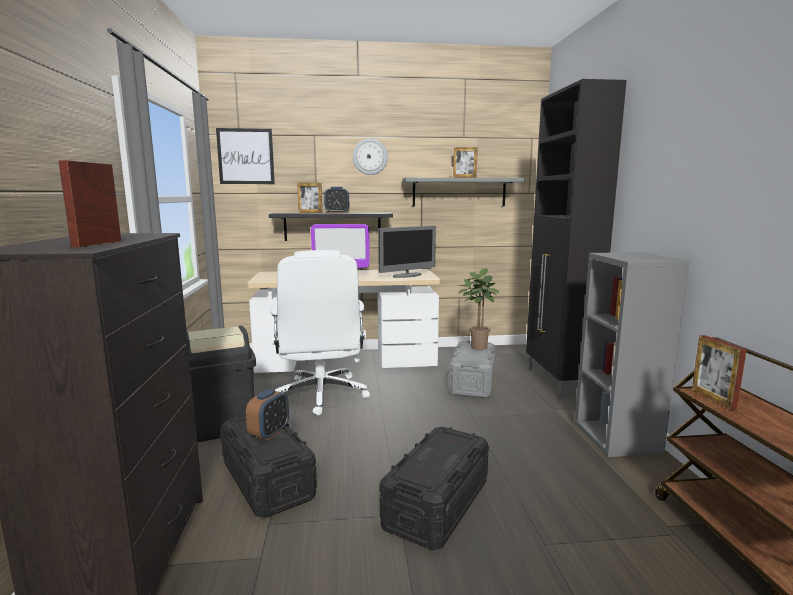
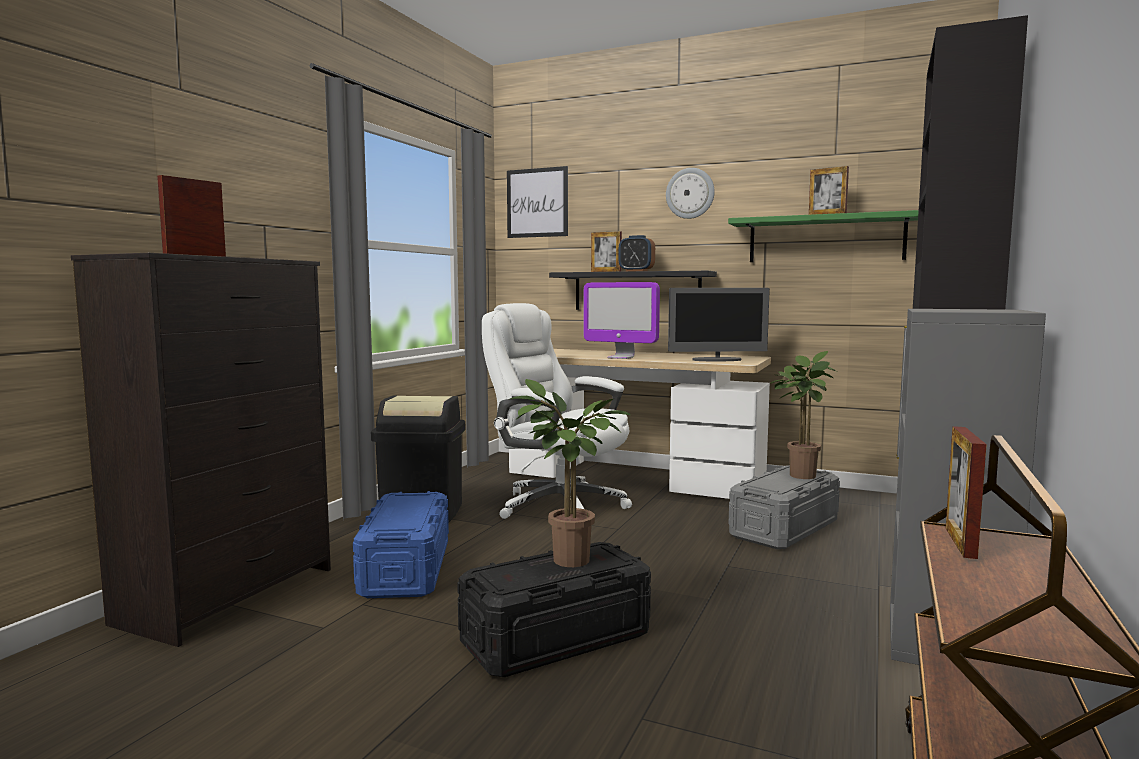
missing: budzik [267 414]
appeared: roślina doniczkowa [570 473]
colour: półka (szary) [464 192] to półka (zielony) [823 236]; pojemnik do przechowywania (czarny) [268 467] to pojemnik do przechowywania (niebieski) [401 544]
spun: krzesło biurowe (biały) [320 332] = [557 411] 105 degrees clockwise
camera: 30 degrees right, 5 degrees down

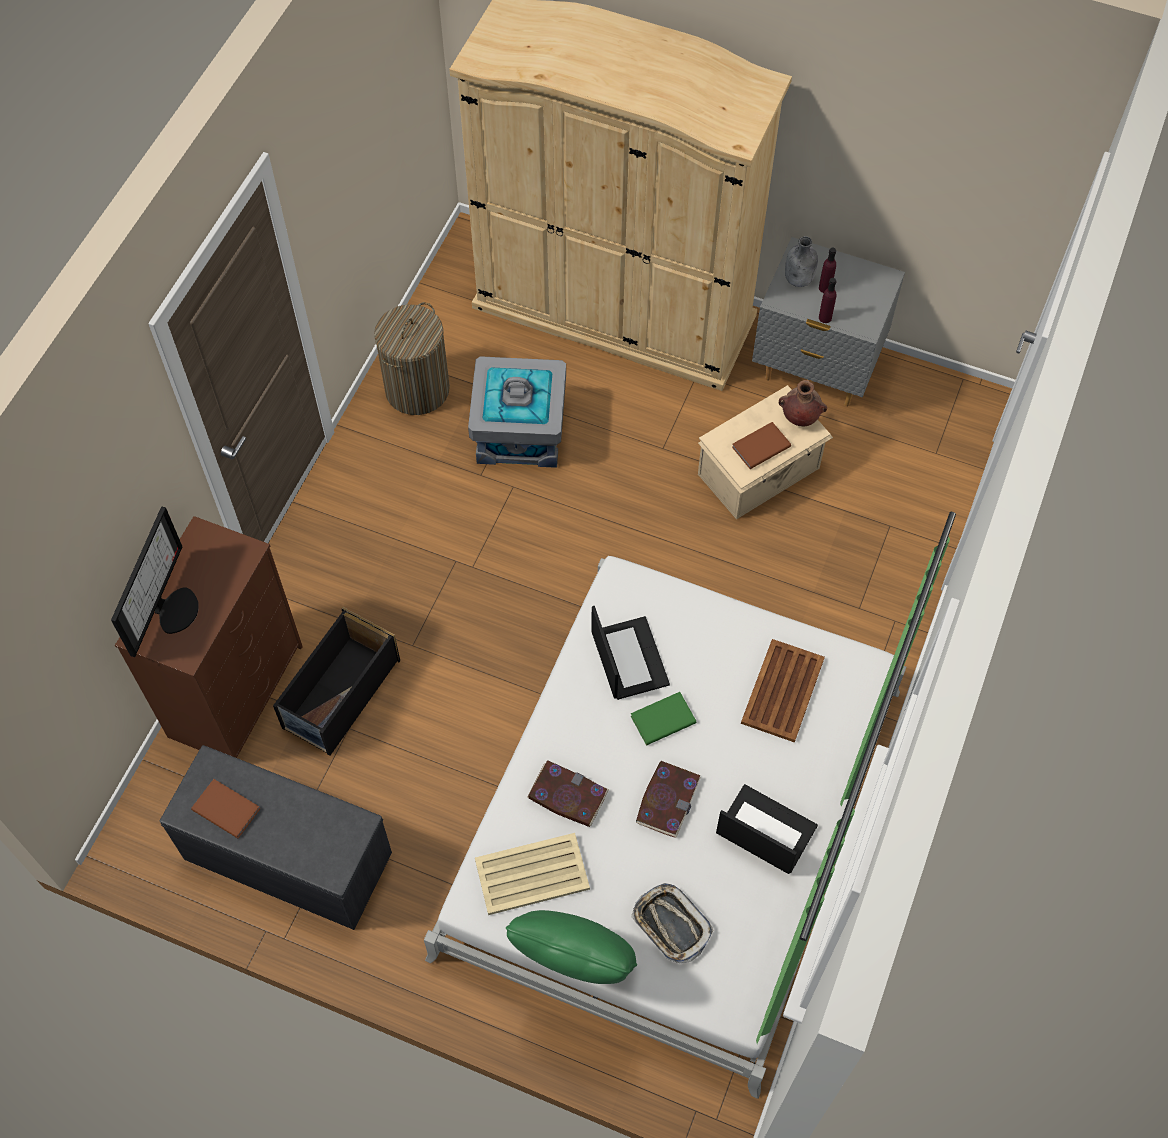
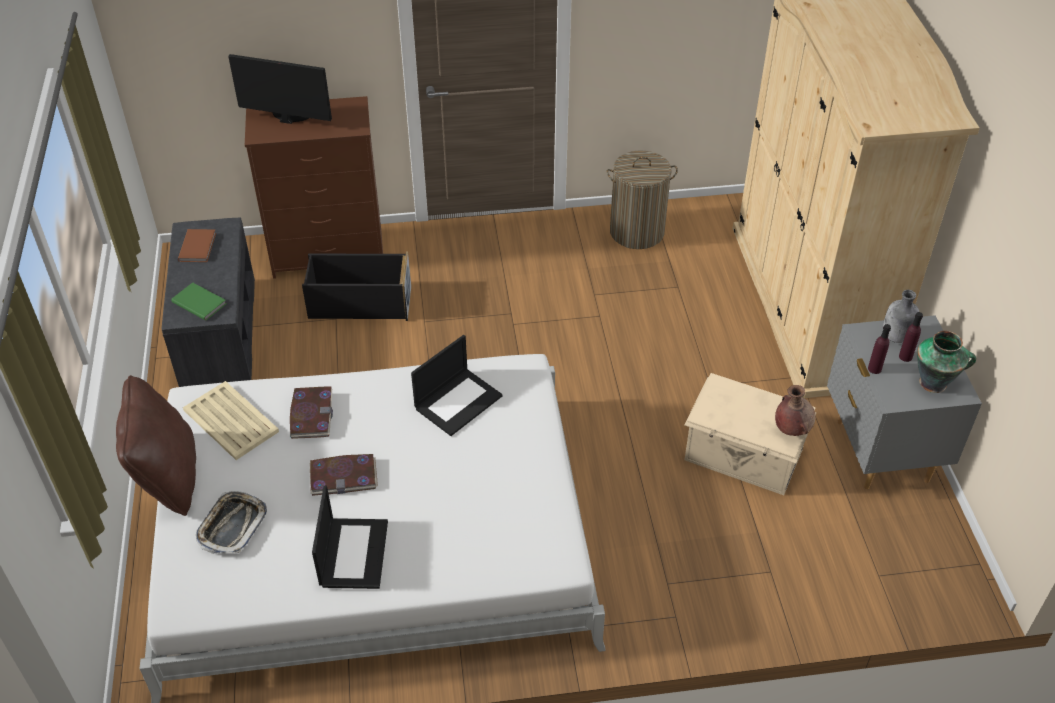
missing: pojemnik do przechowywania (szary) [517 412]; książka (brązowy) [761 445]; taca (brązowy) [783 691]
appeared: wazon [946 362]
relocated: książka (zielony) [663 718] to [198 301]
colour: poduszka (zielony) [571 947] to poduszka (brązowy) [156 445]
spun: monitor [155 582] = [280 89] 150 degrees counterclockwise
camera: 60 degrees right, 15 degrees down

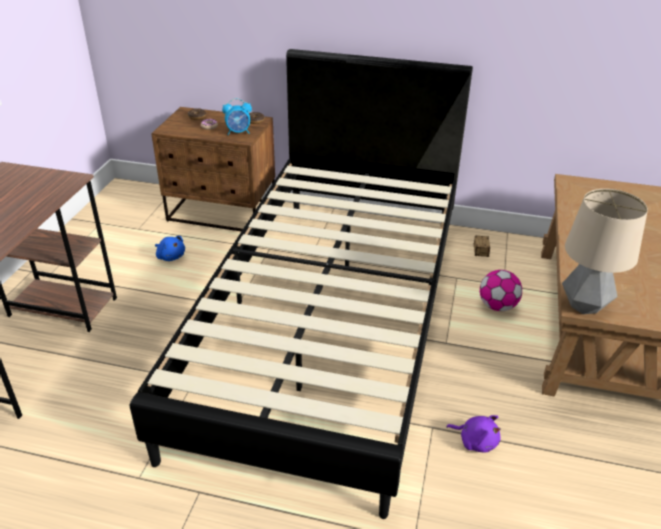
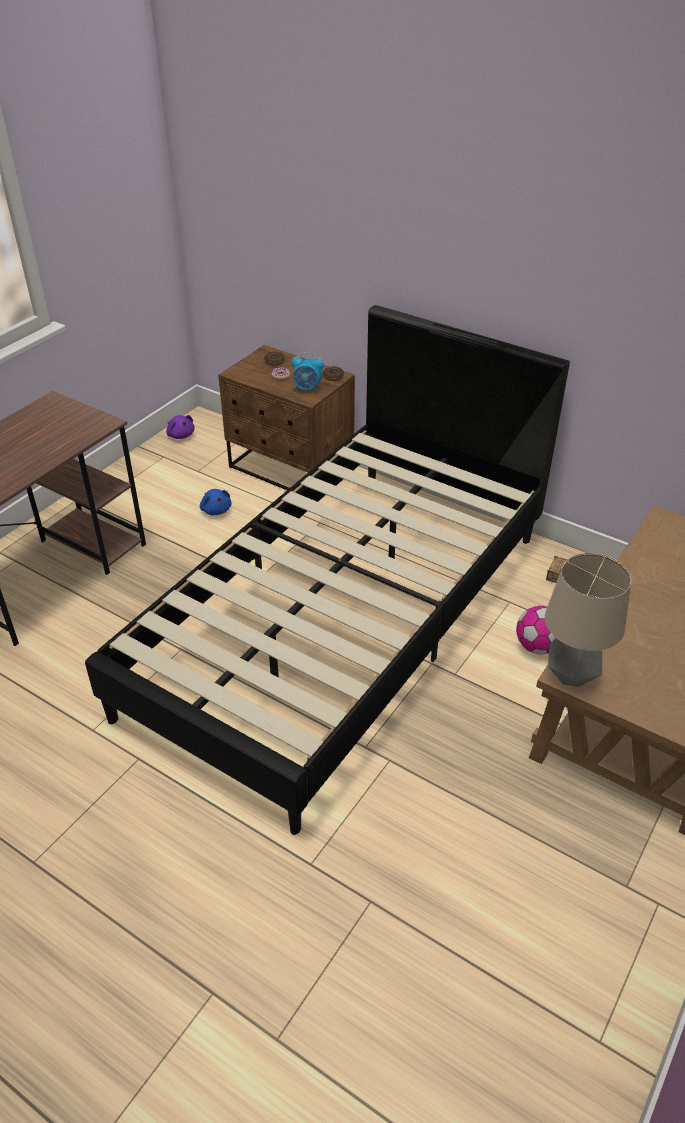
relocated: pluszak (fioletowy) [473 433] to [180 427]
camera: 20 degrees right, 5 degrees up

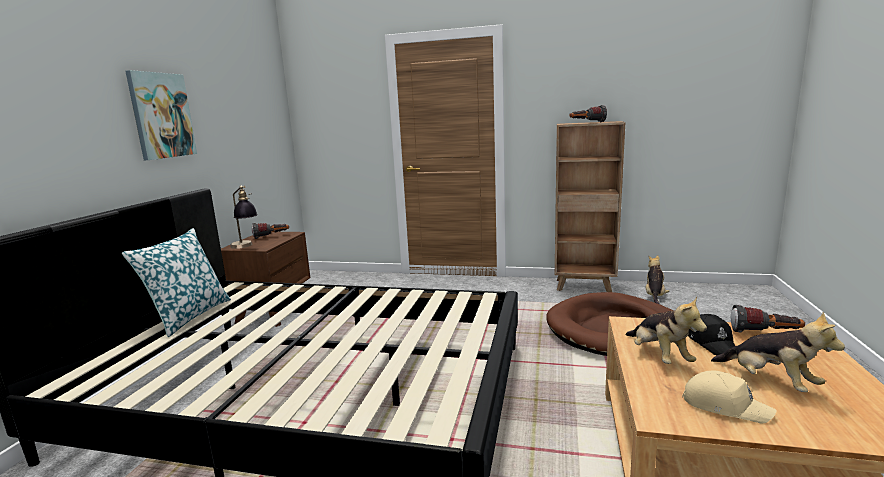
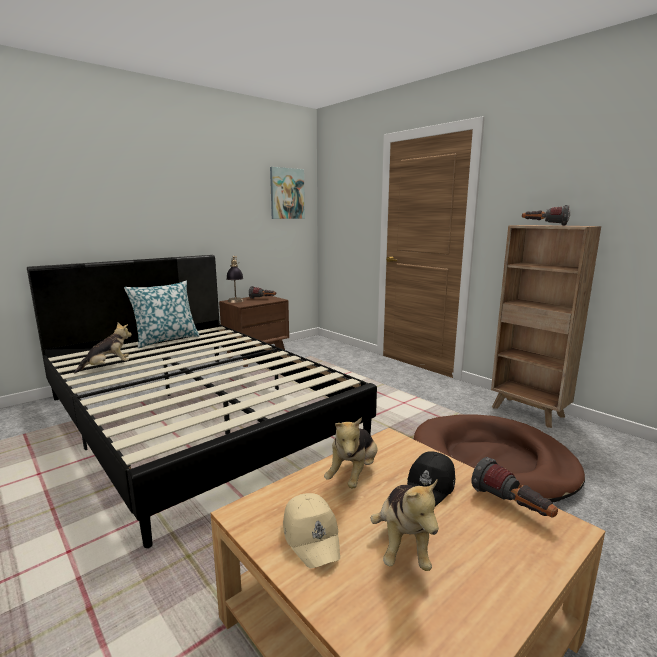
relocated: obraz [161 115] to [287 193]; pluszak [657 279] to [103 348]
camera: 35 degrees right, 0 degrees up

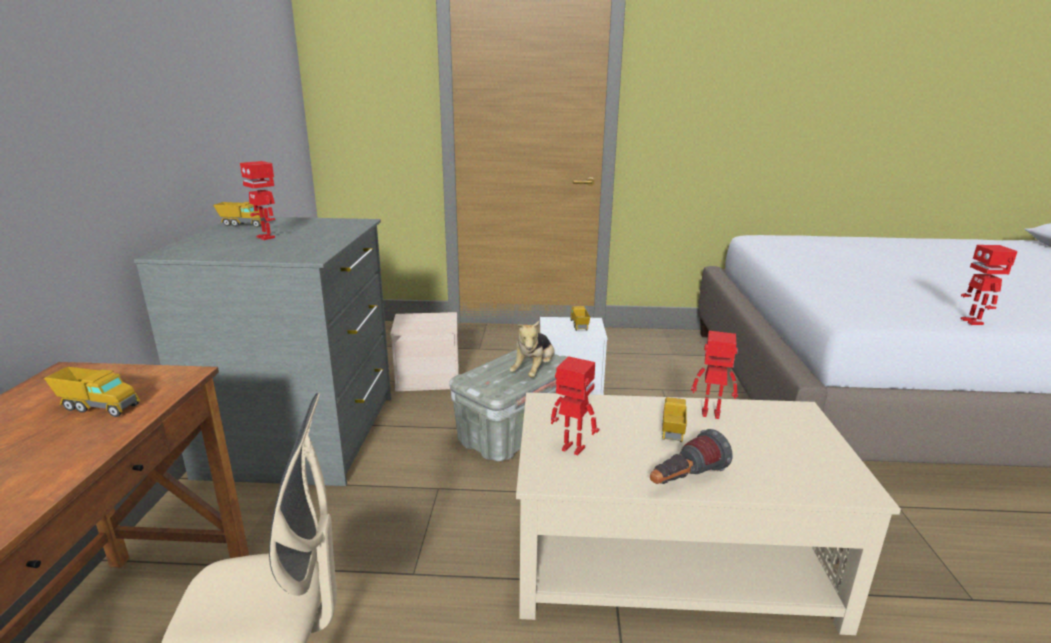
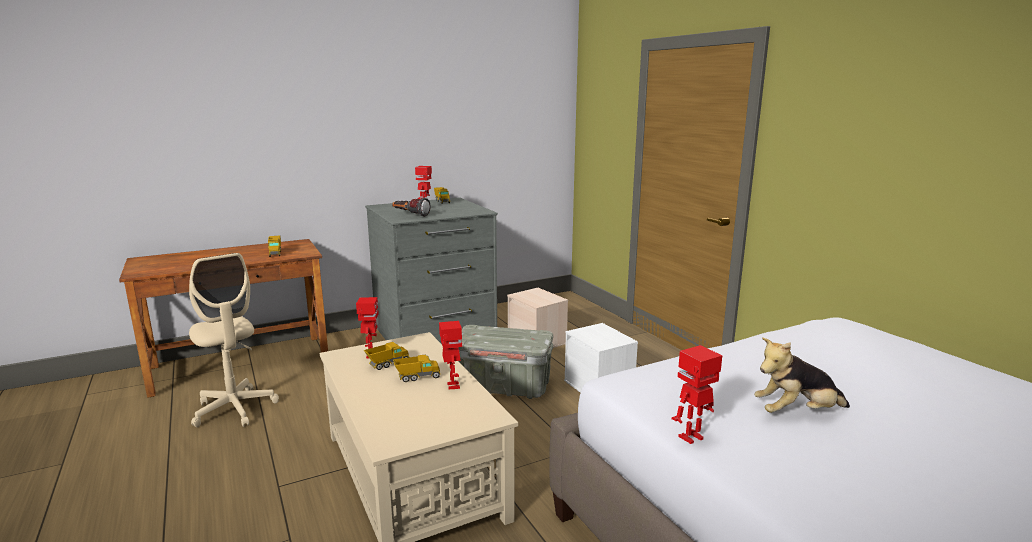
relocated: ciężarówka zabawkowa [580 318] to [386 356]; pluszak [532 349] to [802 375]; latarka [691 456] to [411 207]
camera: 60 degrees right, 5 degrees down

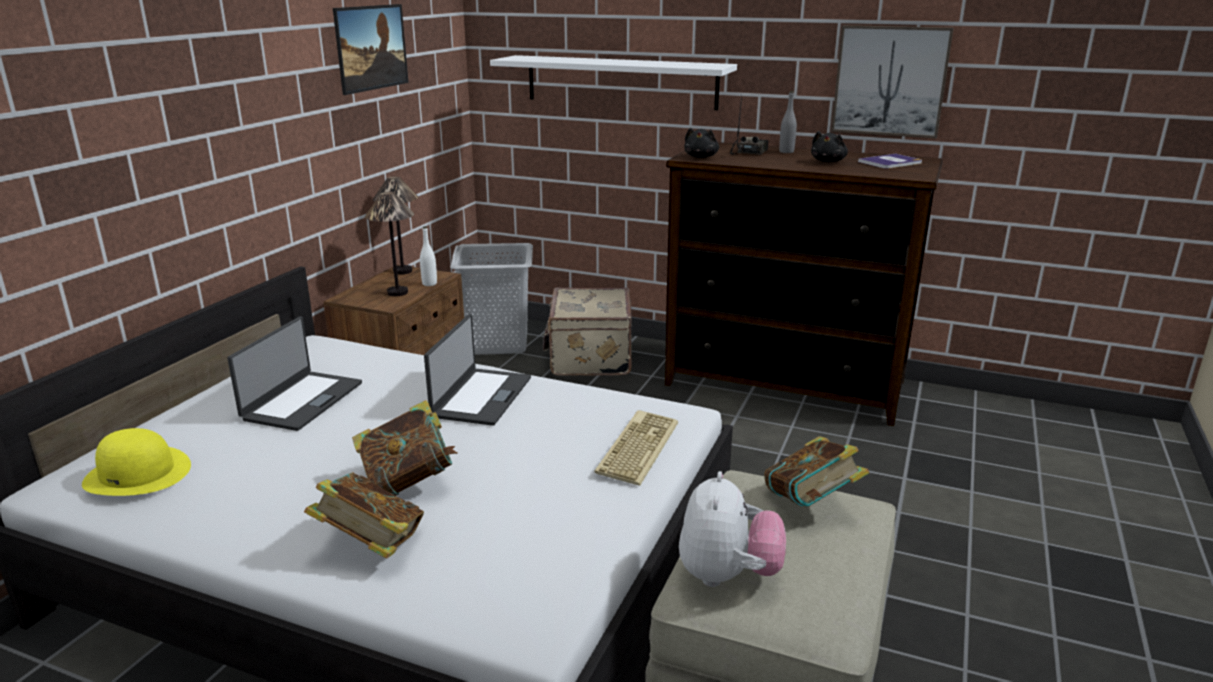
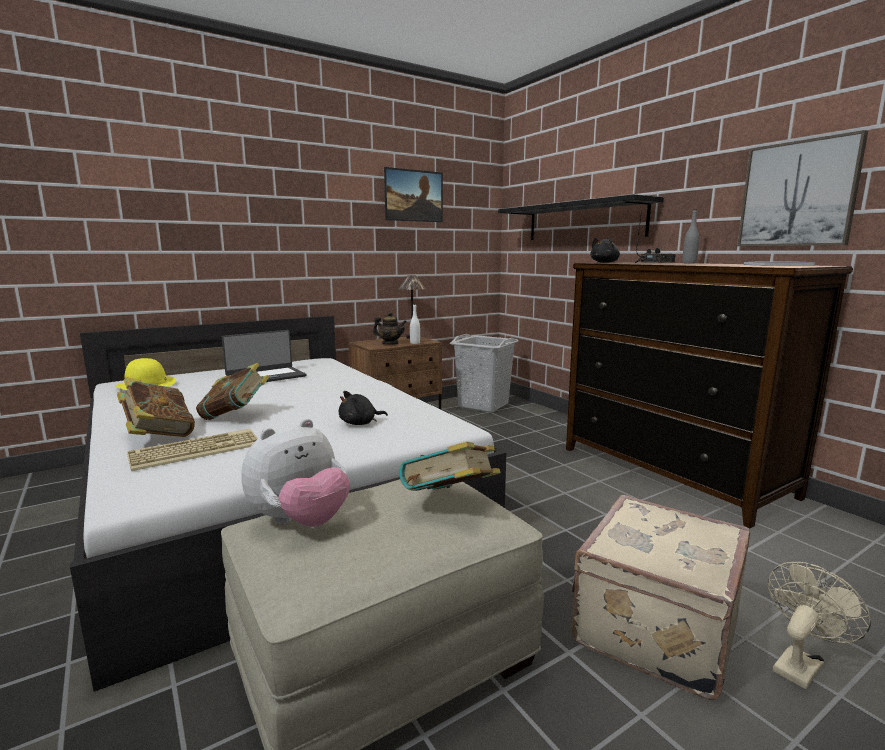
missing: laptop [477 370]
appeared: wentylator (beżowy) [819 625]
relocated: pluszak (czarny) [829 146] to [363 408]; walizka (beżowy) [587 332] to [661 597]; klawiatura [636 448] to [192 450]
exchanged: lampa stołowa [389 244] to imbryk [390 327]
colour: półka (biały) [613 82] to półka (czarny) [581 217]
camera: 35 degrees right, 10 degrees down

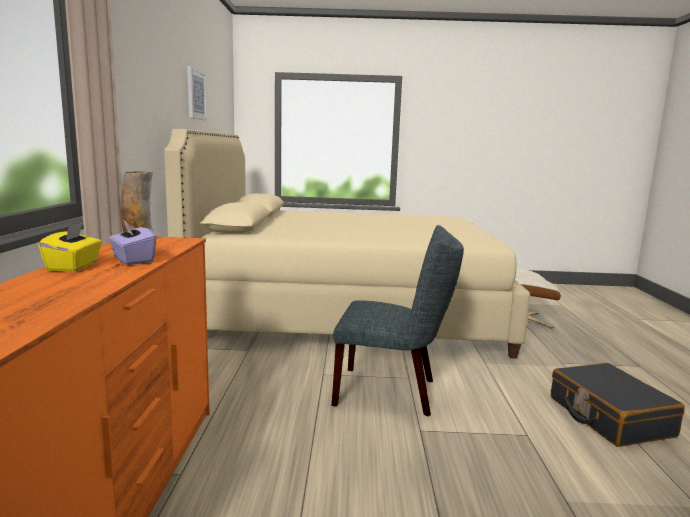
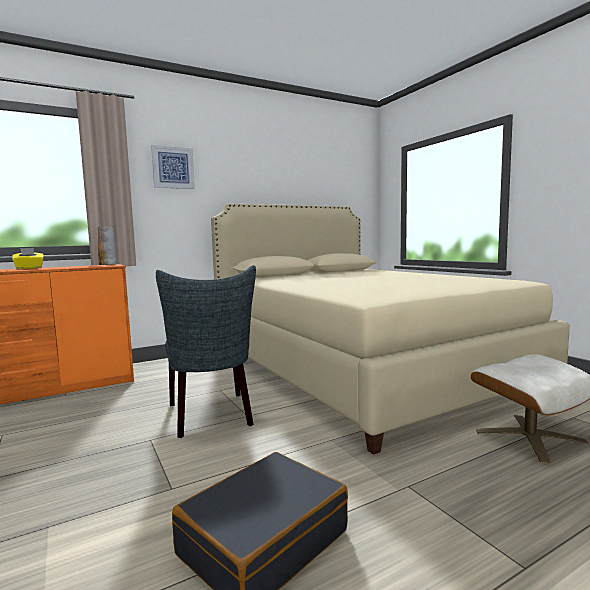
missing: pudełko chusteczek (fioletowy) [132 242]
relocated: obraz [197 93] to [173 167]
camera: 60 degrees right, 5 degrees down

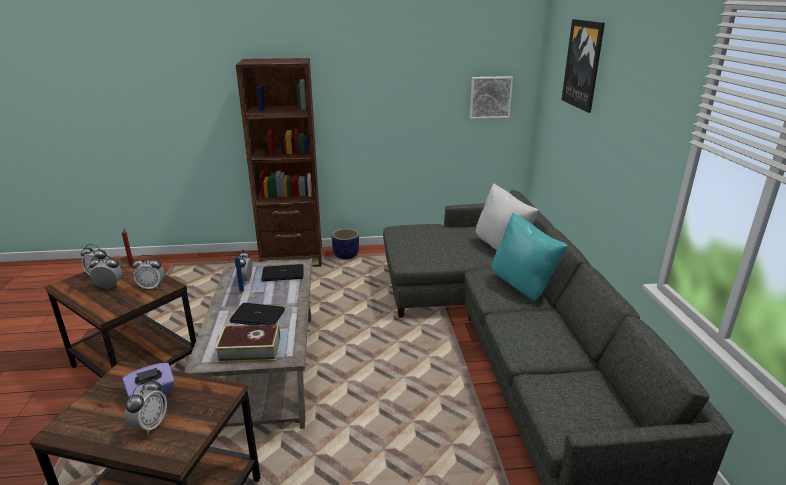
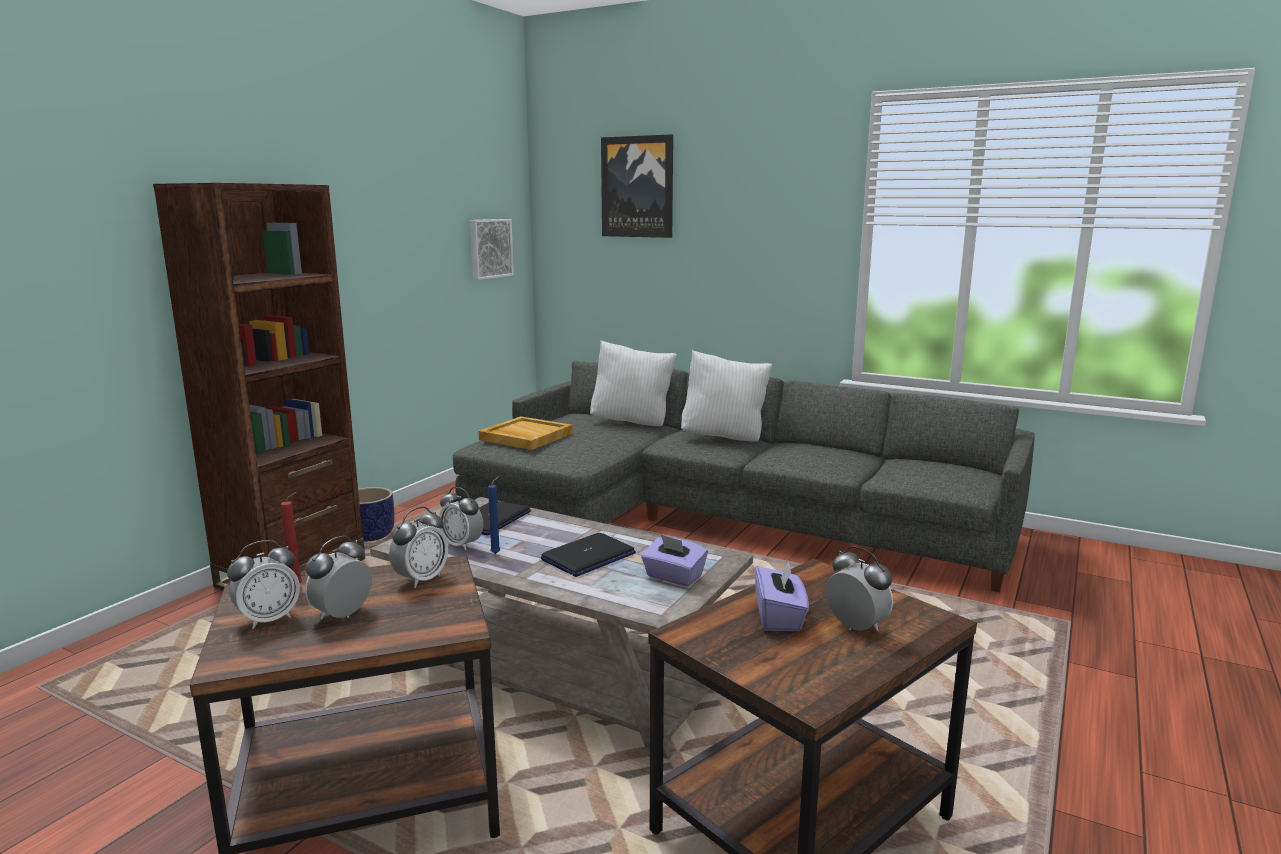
appeared: taca (beżowy) [525 433]
exchanged: książka [247 343] to pudełko chusteczek (fioletowy) [674 561]
colour: poduszka (turkusowy) [529 257] to poduszka (biały) [726 396]
camera: 55 degrees left, 10 degrees down

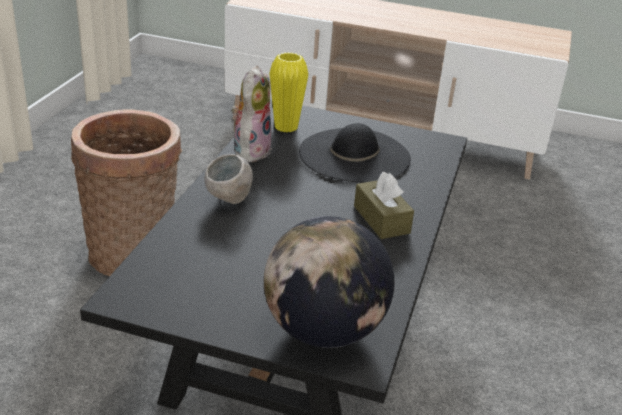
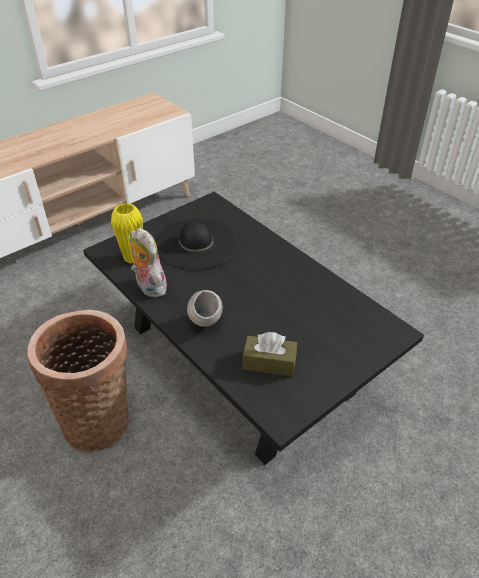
missing: globus [329 282]
relocated: pudełko chusteczek (brązowy) [384 205] to [270 354]
camera: 55 degrees left, 10 degrees up

